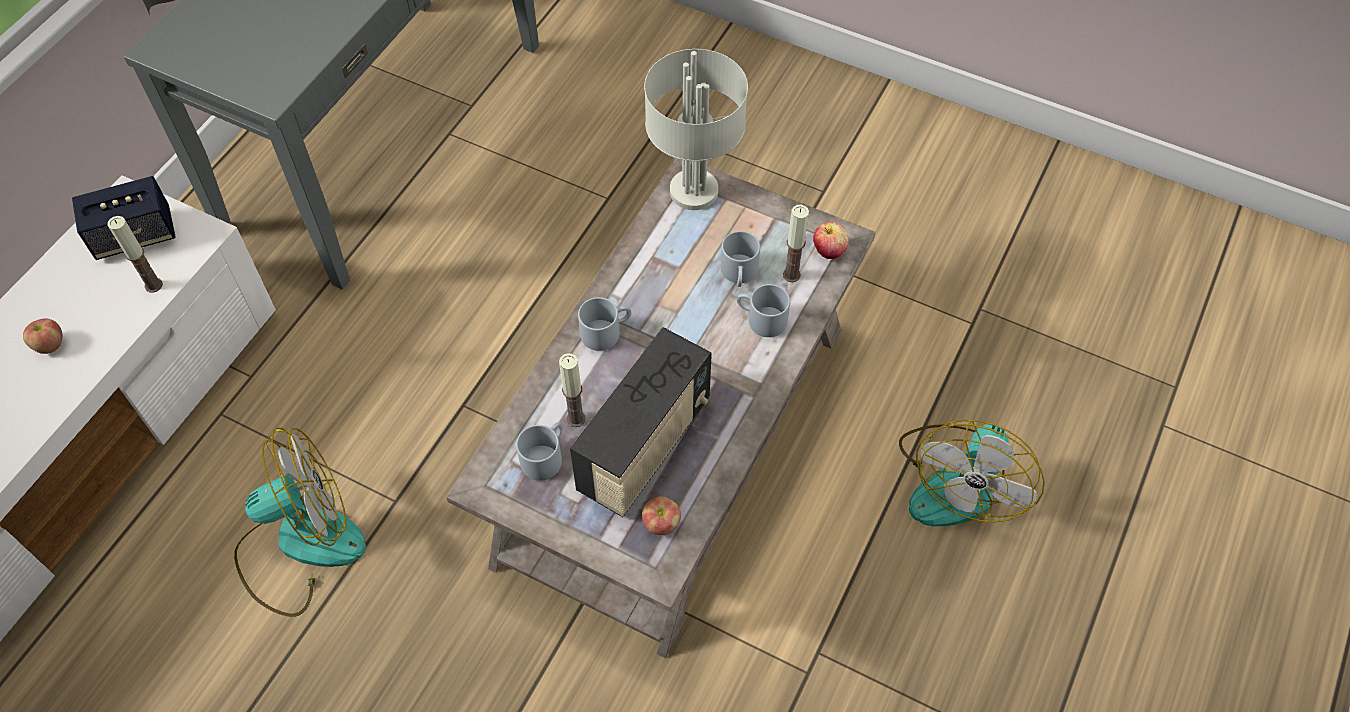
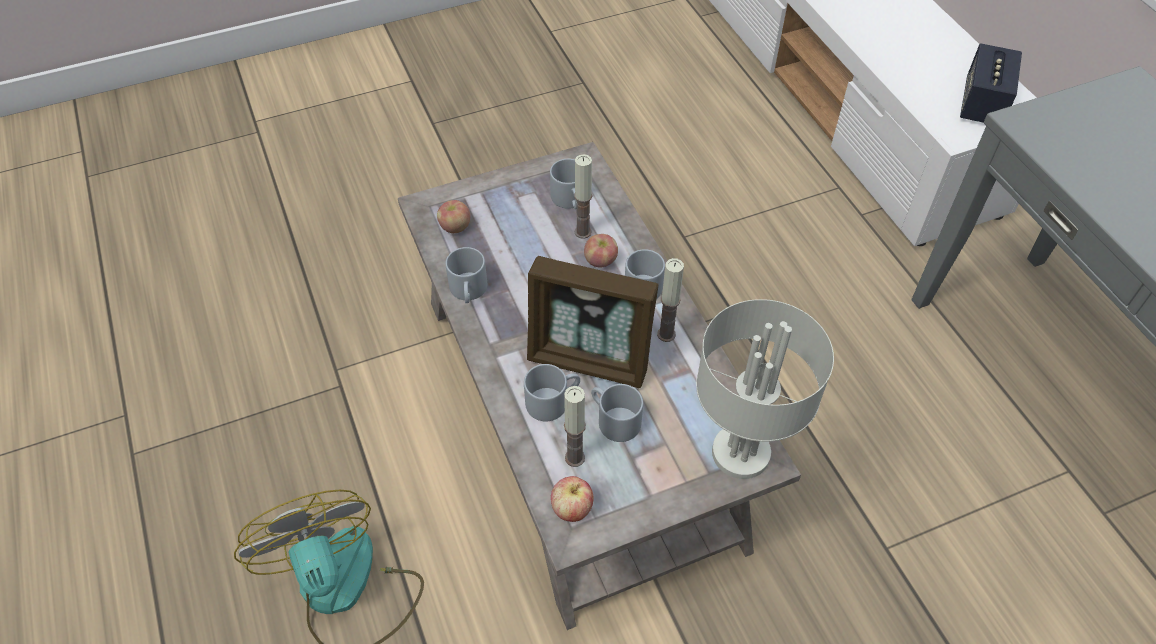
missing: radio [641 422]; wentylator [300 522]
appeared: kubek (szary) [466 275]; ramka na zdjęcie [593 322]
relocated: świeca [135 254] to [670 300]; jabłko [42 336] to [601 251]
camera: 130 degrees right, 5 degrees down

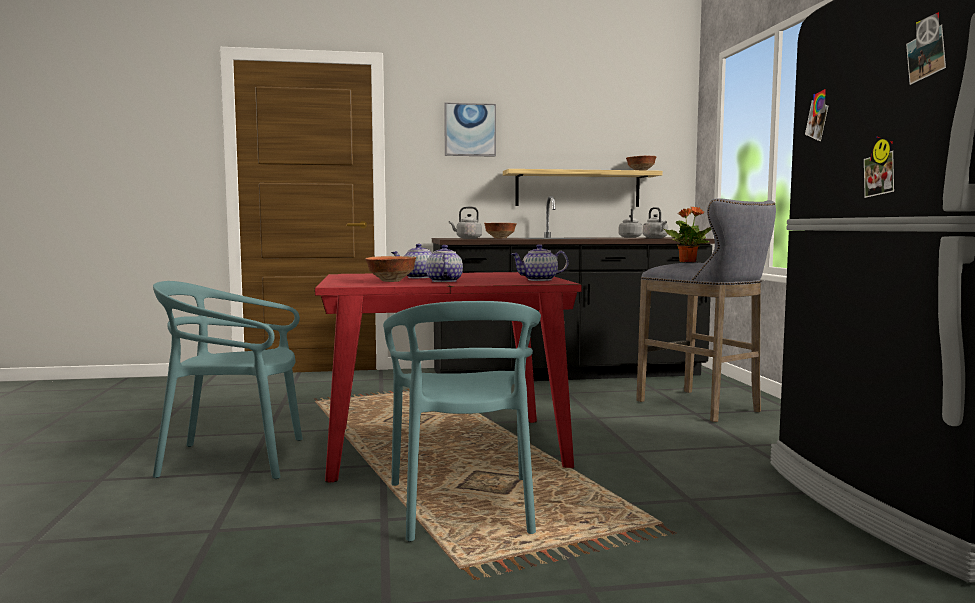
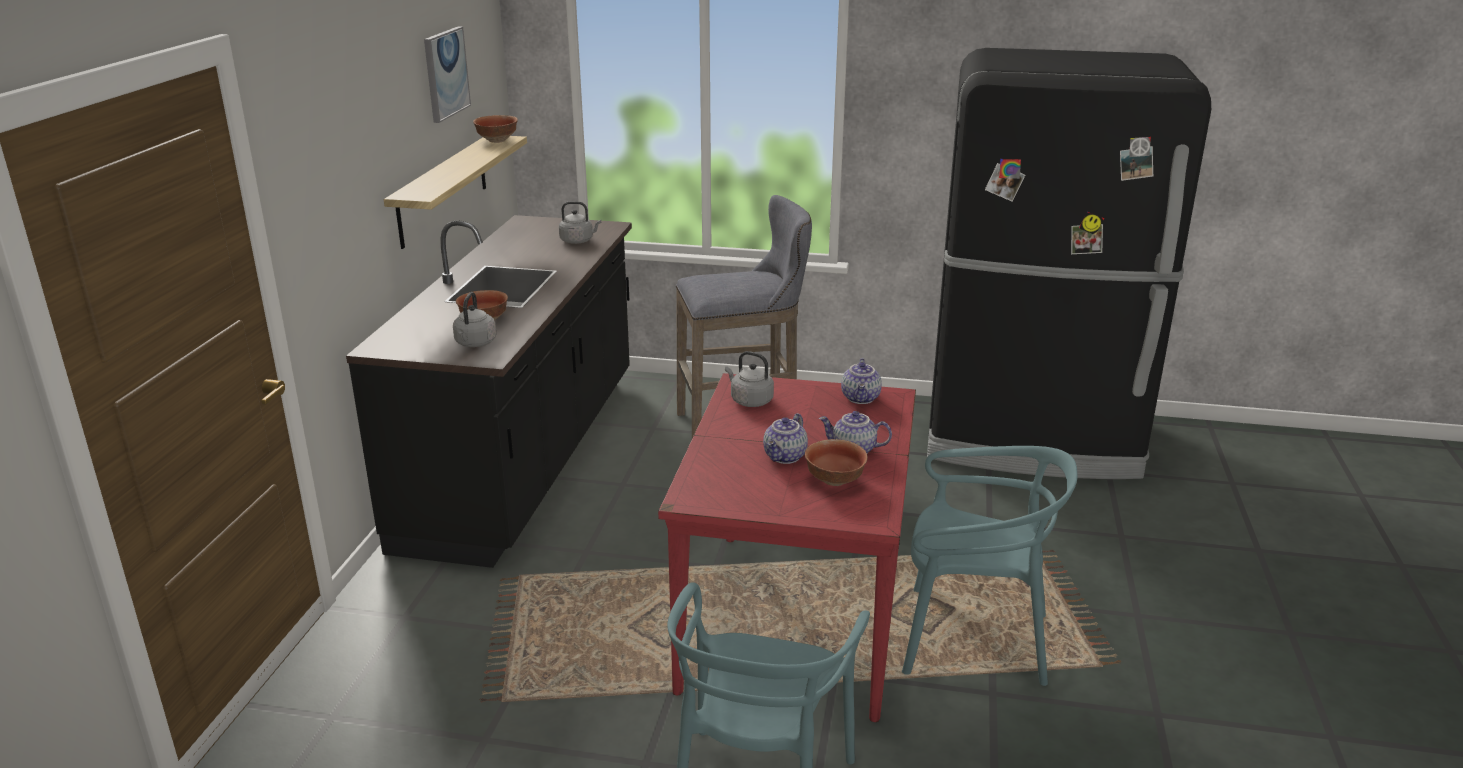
missing: roślina doniczkowa [688 234]
relocated: obraz [470 129] to [447 74]; czajnik (szary) [631 223] to [749 379]
camera: 70 degrees left, 20 degrees up

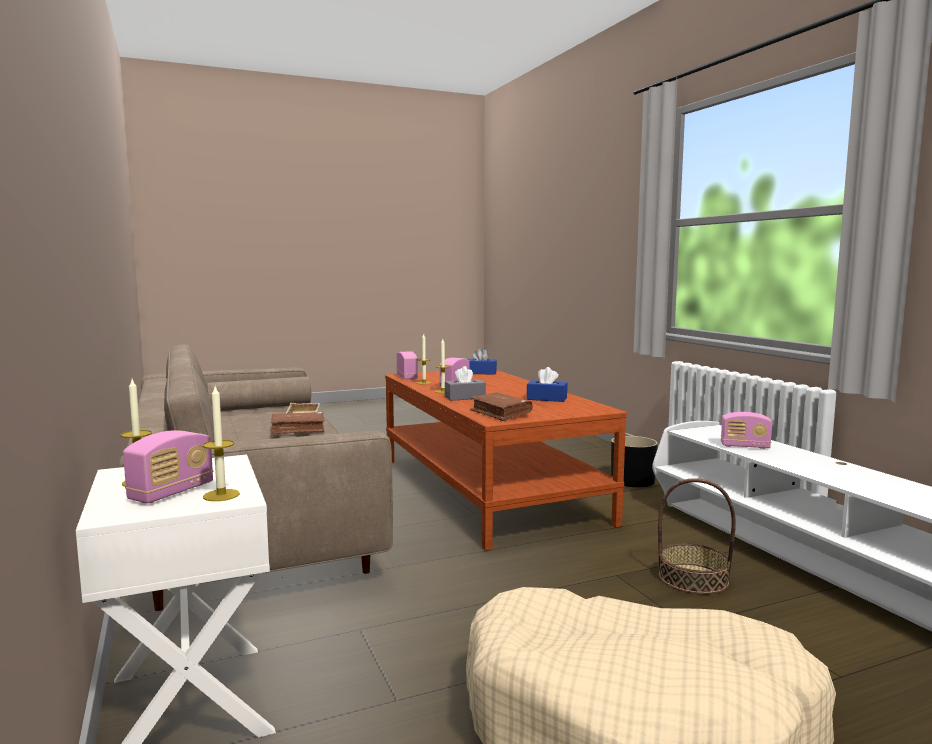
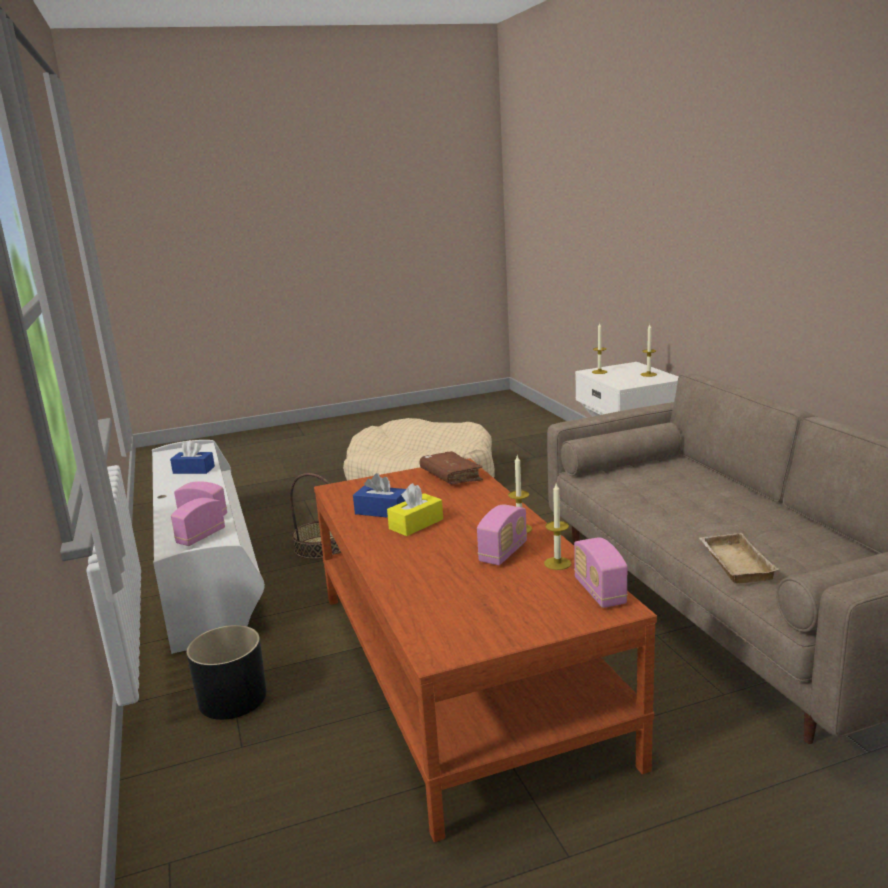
missing: pudełko chusteczek (szary) [465 383]; książka (brązowy) [297 423]
appeared: pudełko chusteczek (żółty) [415 509]
relocated: pudełko chusteczek (niebieski) [482 361] to [192 457]; radio [168 466] to [198 522]
camera: 175 degrees left, 10 degrees up

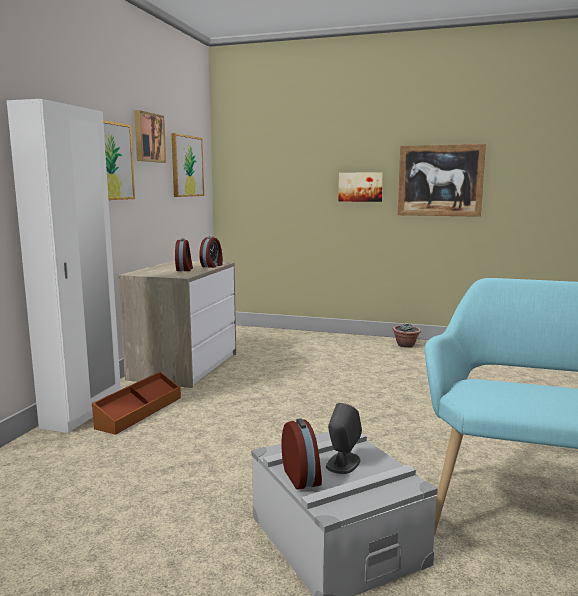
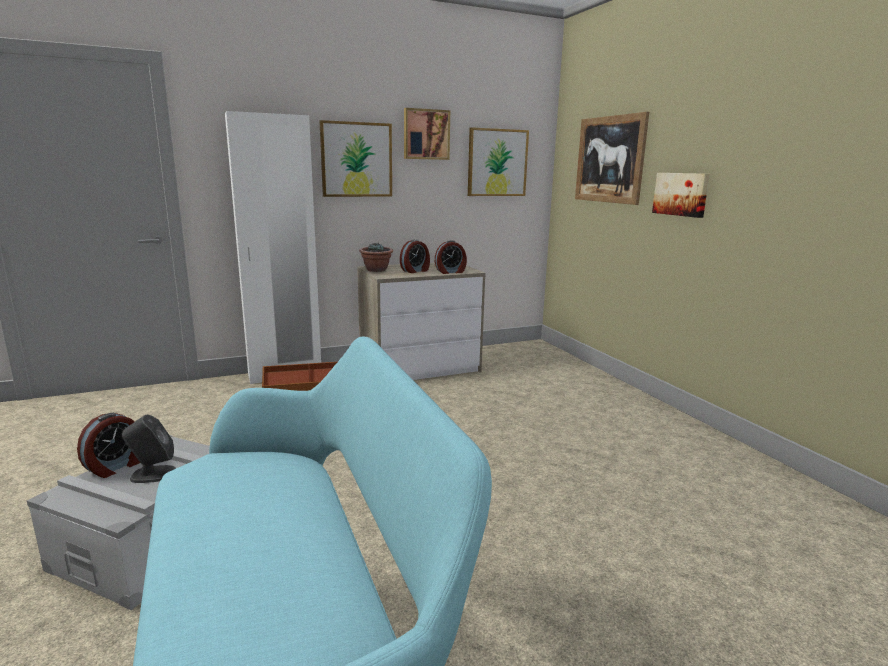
relocated: obraz [442 180] to [612 158]; roślina doniczkowa [407 336] to [376 257]
camera: 50 degrees right, 5 degrees up

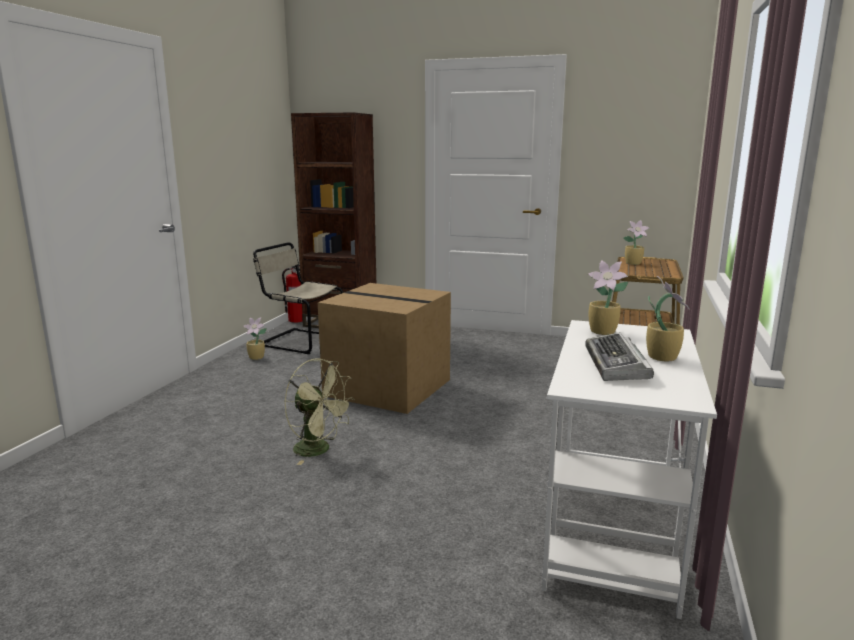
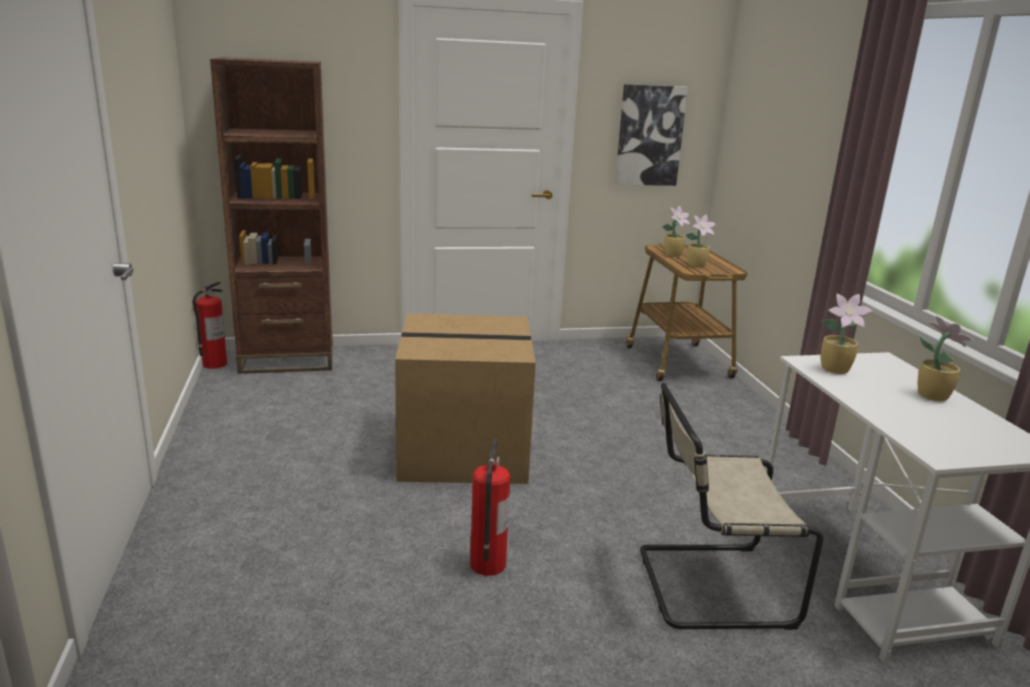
missing: klawiatura [620 356]
appeared: obraz [651 135]
relocated: krzesło (beżowy) [298 298] to [731 506]; roślina doniczkowa [255 338] to [700 241]
exchanged: wentylator (zielony) [320 411] to gaśnica [490 507]
camera: 30 degrees left, 5 degrees up

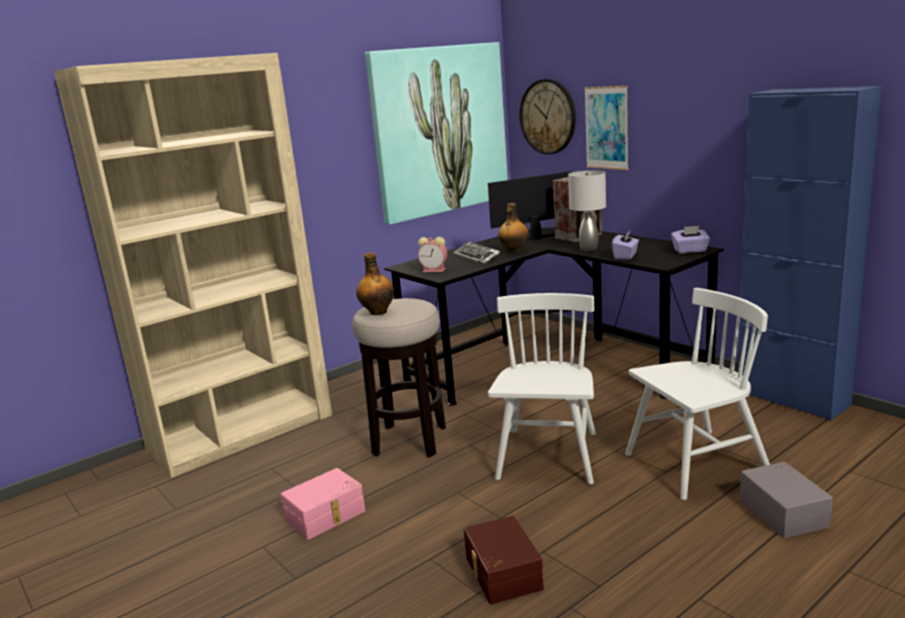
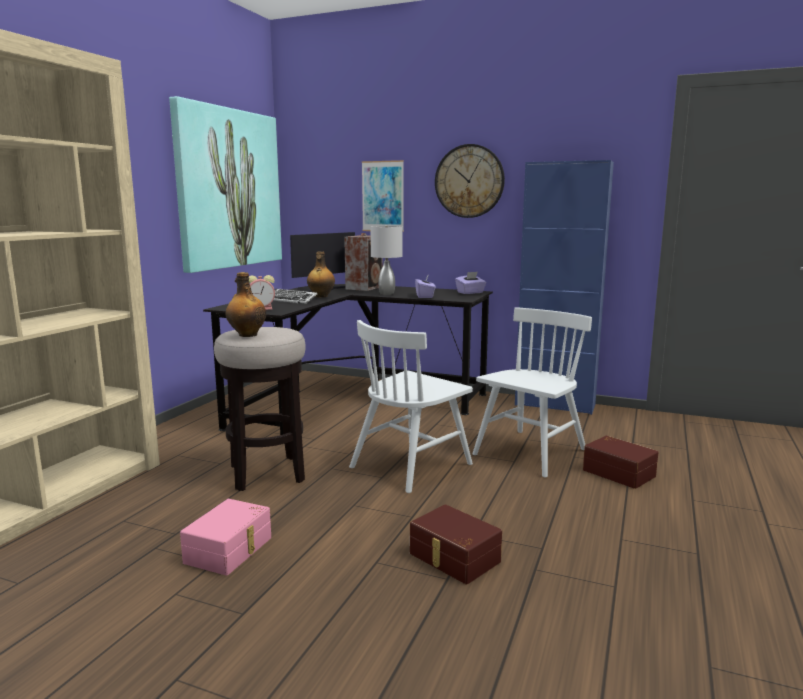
relocated: zegar ścienny [548 117] to [470 181]
colour: pojemnik do przechowywania (szary) [786 500] to pojemnik do przechowywania (brązowy) [620 462]
spun: krzesło (biały) [542 388] = [411 406] 120 degrees counterclockwise
camera: 30 degrees left, 5 degrees down

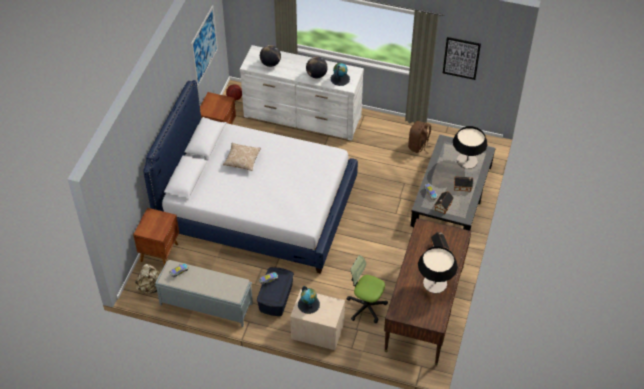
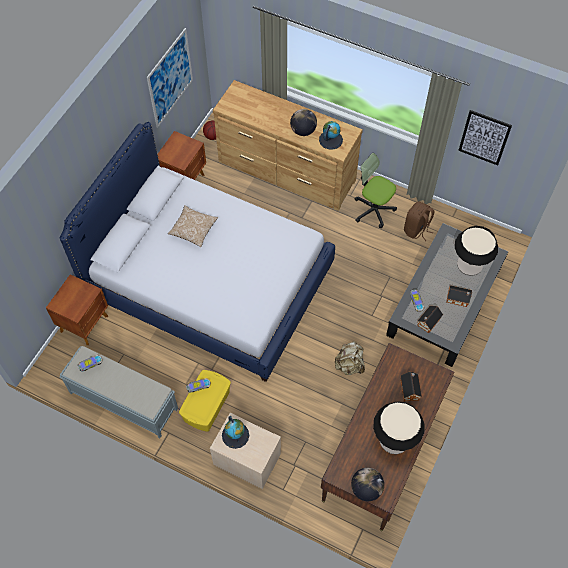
relocated: globus [270 56] to [367 484]; krzesło biurowe [367 289] to [376 190]; plecak (beżowy) [147 279] to [349 358]
colour: komoda (biały) [302 93] to komoda (brązowy) [288 145]; pojemnik do przechowywania (niebieski) [275 291] to pojemnik do przechowywania (żółty) [205 401]
camera: 10 degrees right, 10 degrees up

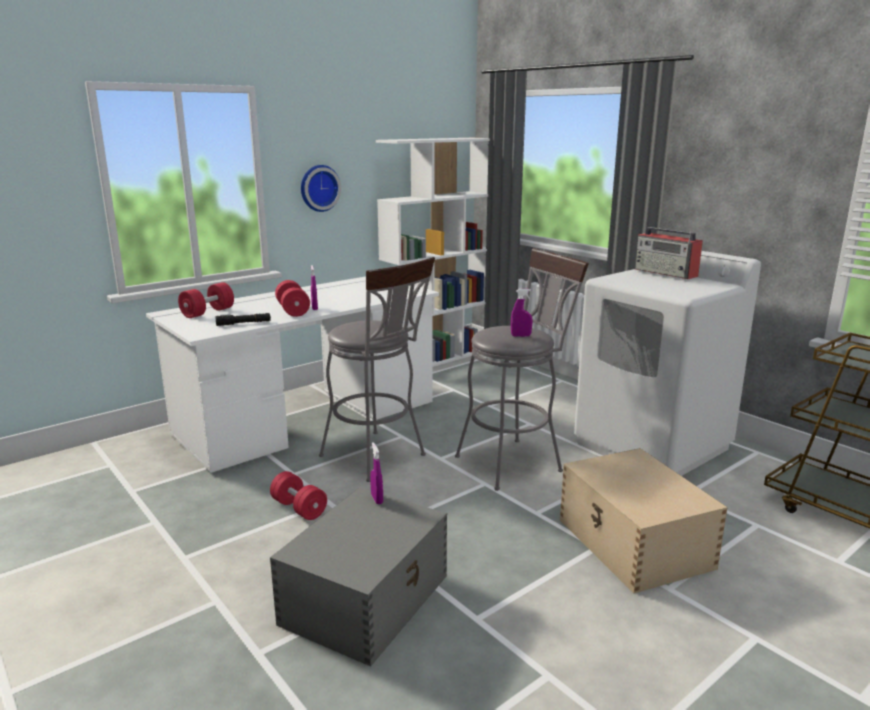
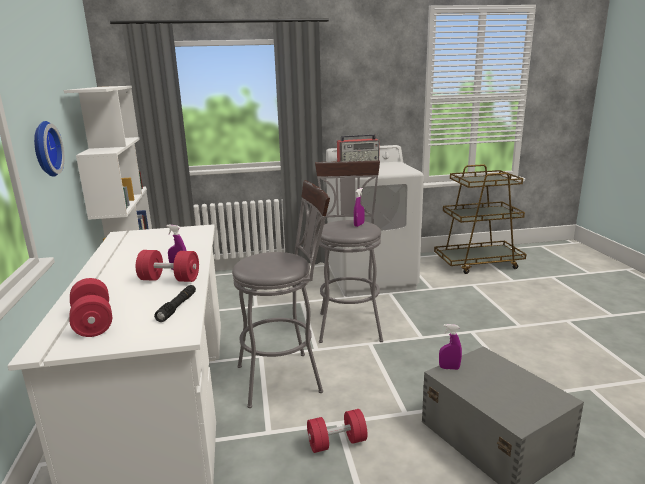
missing: pojemnik do przechowywania (beżowy) [644 520]
camera: 60 degrees left, 0 degrees up

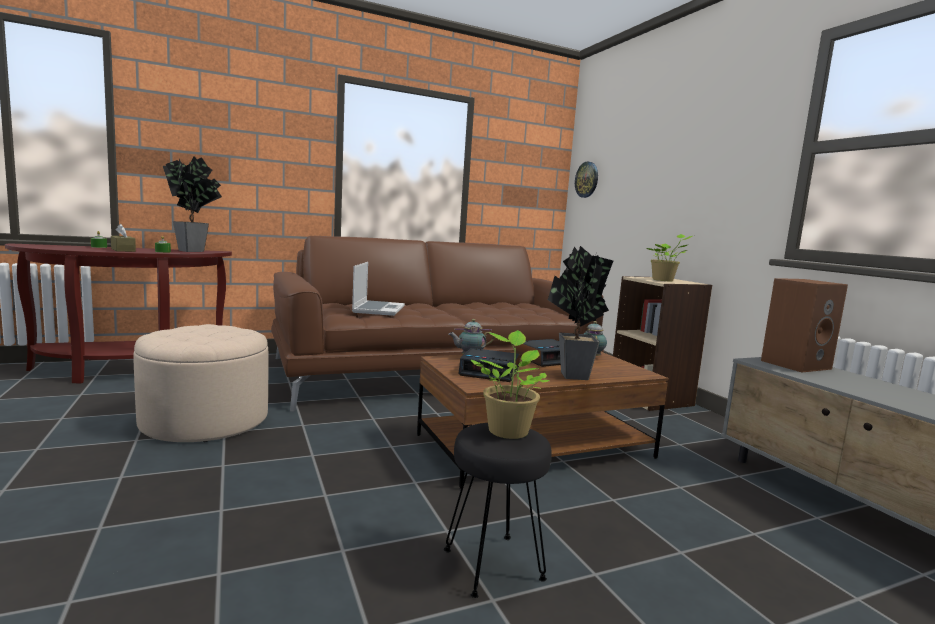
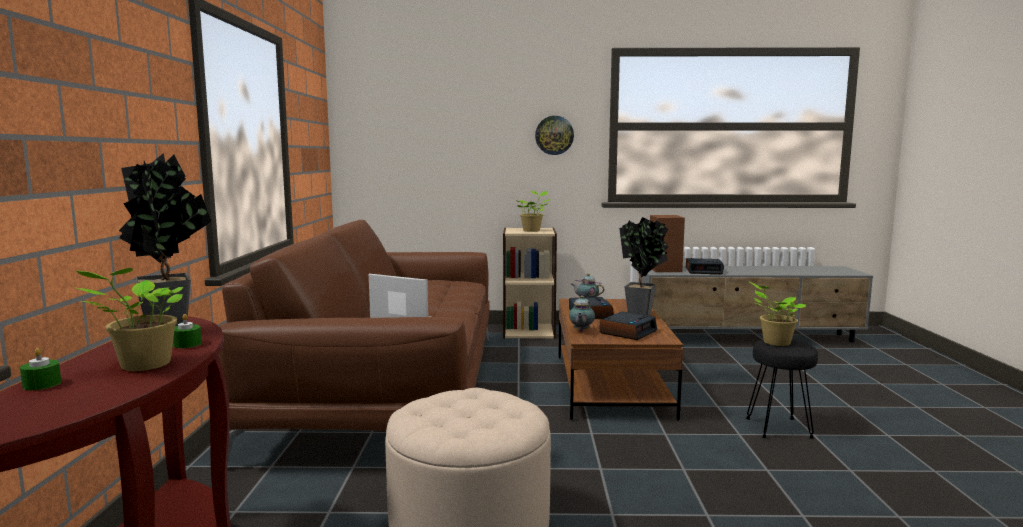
appeared: budzik [705 266]
relocated: zegar ścienny [586 180] to [554 135]
exchanged: pudełko chusteczek (brązowy) [123 238] to roślina doniczkowa [130 319]
camera: 65 degrees left, 0 degrees up

